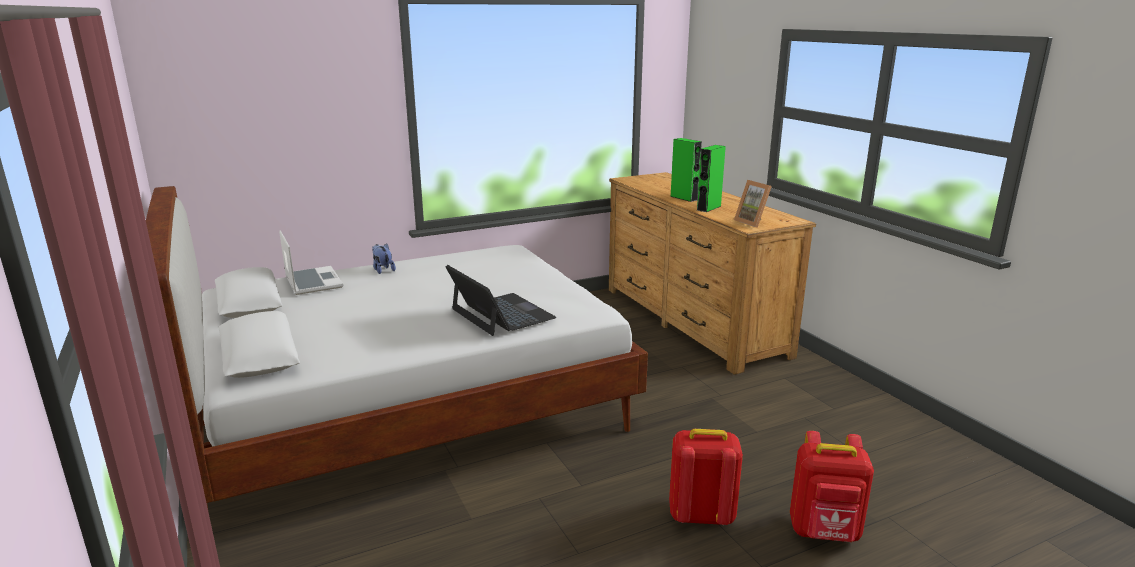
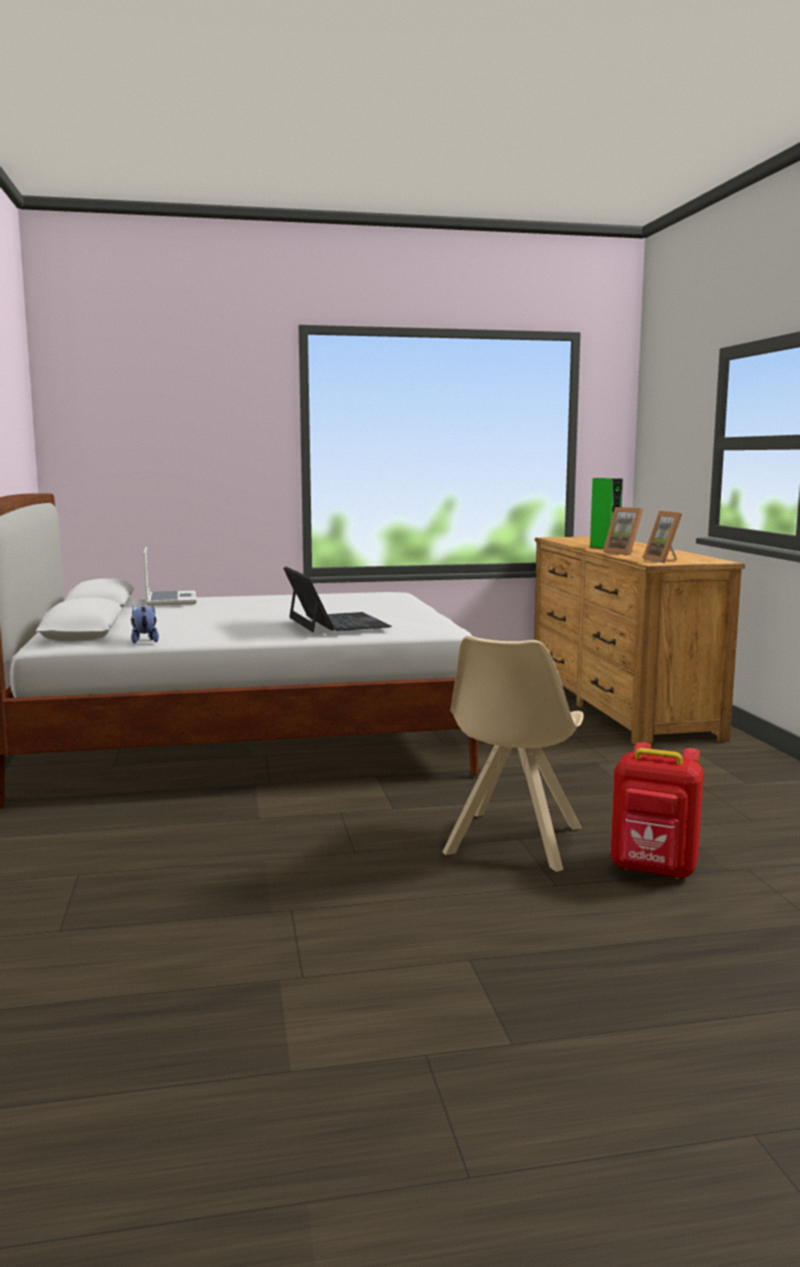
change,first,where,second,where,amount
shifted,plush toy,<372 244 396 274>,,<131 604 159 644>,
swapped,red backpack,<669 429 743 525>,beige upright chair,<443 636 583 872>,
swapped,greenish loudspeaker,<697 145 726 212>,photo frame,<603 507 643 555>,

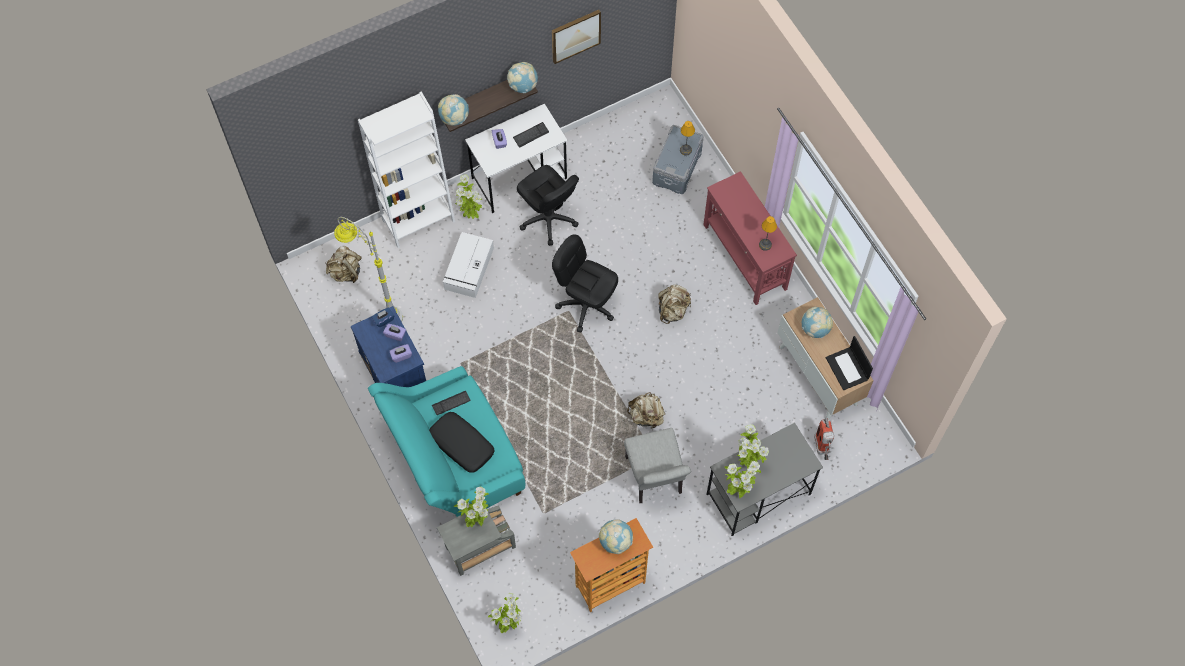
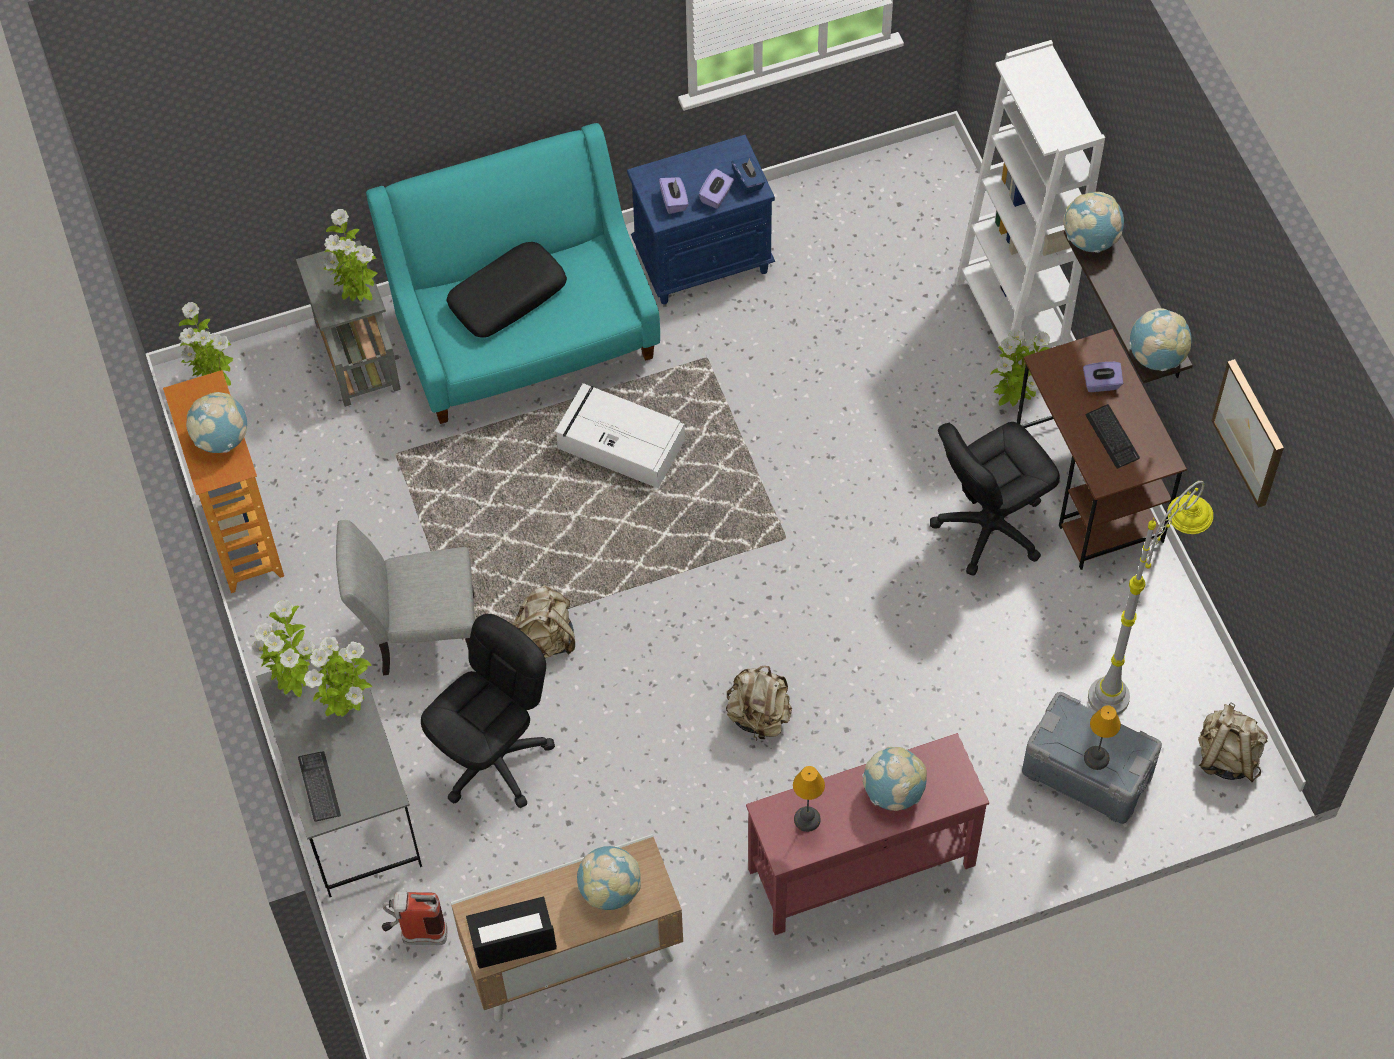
change,first,where,second,where,amount
new,,,desk globe,<862 747 927 811>,
shifted,beige backpack,<326 246 362 283>,,<1198 702 1268 782>,
shifted,grey floor lamp,<334 217 403 322>,,<1088 481 1213 715>,
shifted,PC keyboard,<432 391 471 415>,,<298 751 341 822>,
shifted,white-coloured storage box,<443 232 494 298>,,<555 383 685 488>,
shifted,black office chair,<552 235 618 332>,,<421 614 555 808>,
repainted,white-coloured desk unit,<465 104 568 213>,brown-coloured desk unit,<1017 329 1187 570>,

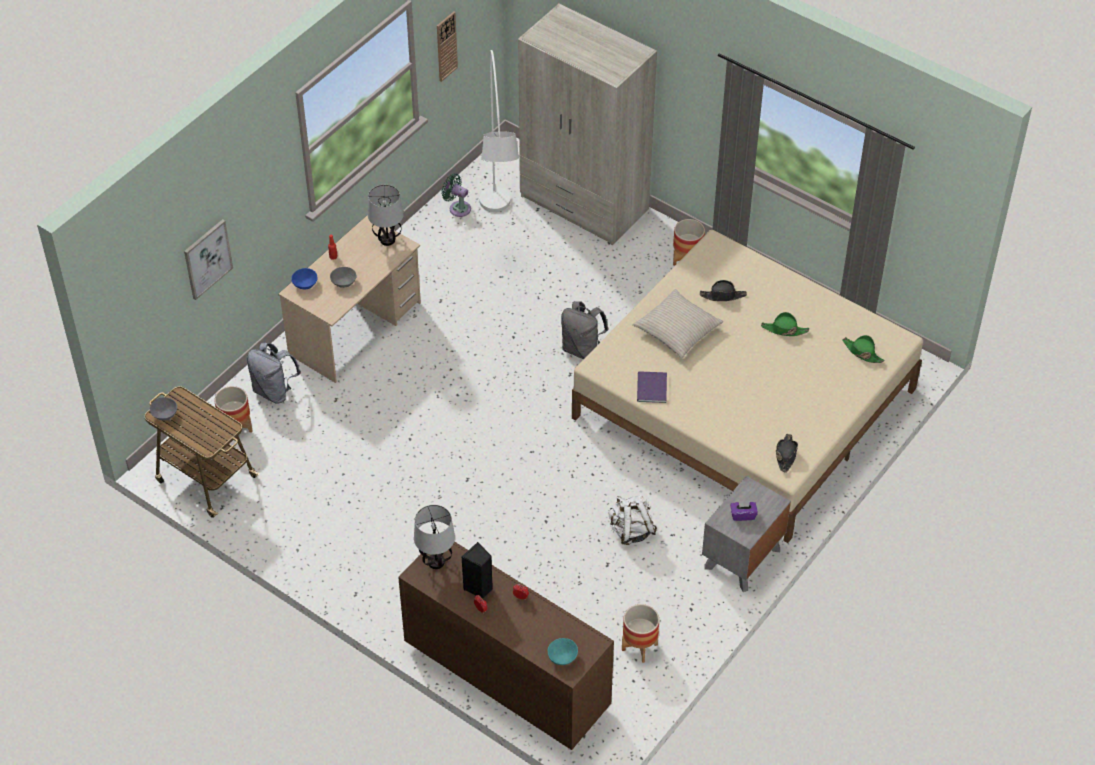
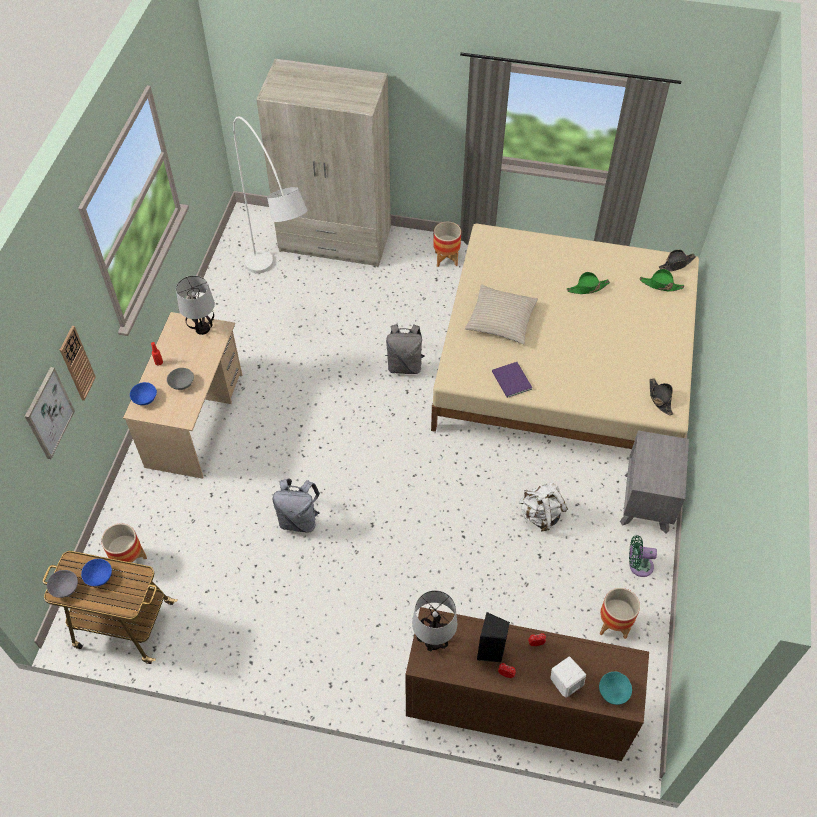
change,first,where,second,where,amount
gone,purple-coloured tissue box,<730 501 758 521>,,,
new,,,blue bowl,<81 559 112 586>,
new,,,white-coloured loudspeaker,<550 657 586 698>,
shifted,grey backpack,<247 343 301 403>,,<273 479 320 533>,
shifted,hanging clock,<437 12 458 82>,,<60 326 96 401>,
shifted,greenish electric fan,<441 174 471 217>,,<629 535 657 577>,
shifted,black hat,<700 280 747 301>,,<659 250 696 272>,

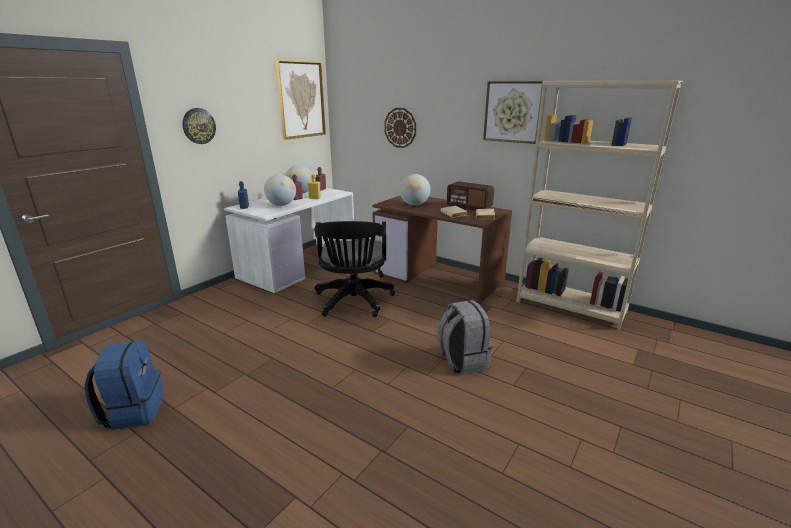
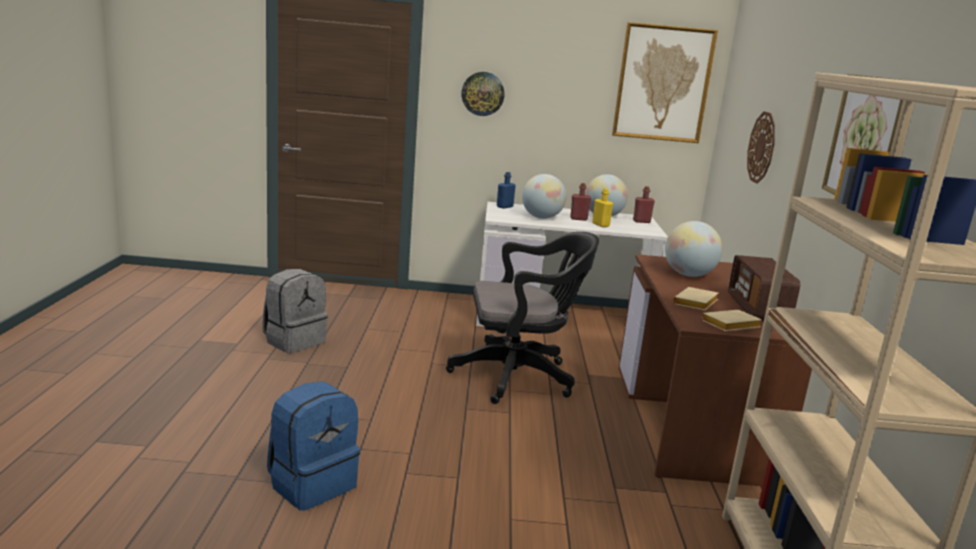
change,first,where,second,where,amount
shifted,blue backpack,<84 341 164 430>,,<267 381 360 511>,
shifted,grey backpack,<437 300 493 374>,,<262 269 328 353>,
rotated,black office chair,<314 221 395 317>,,<446 232 599 404>,150 degrees counterclockwise

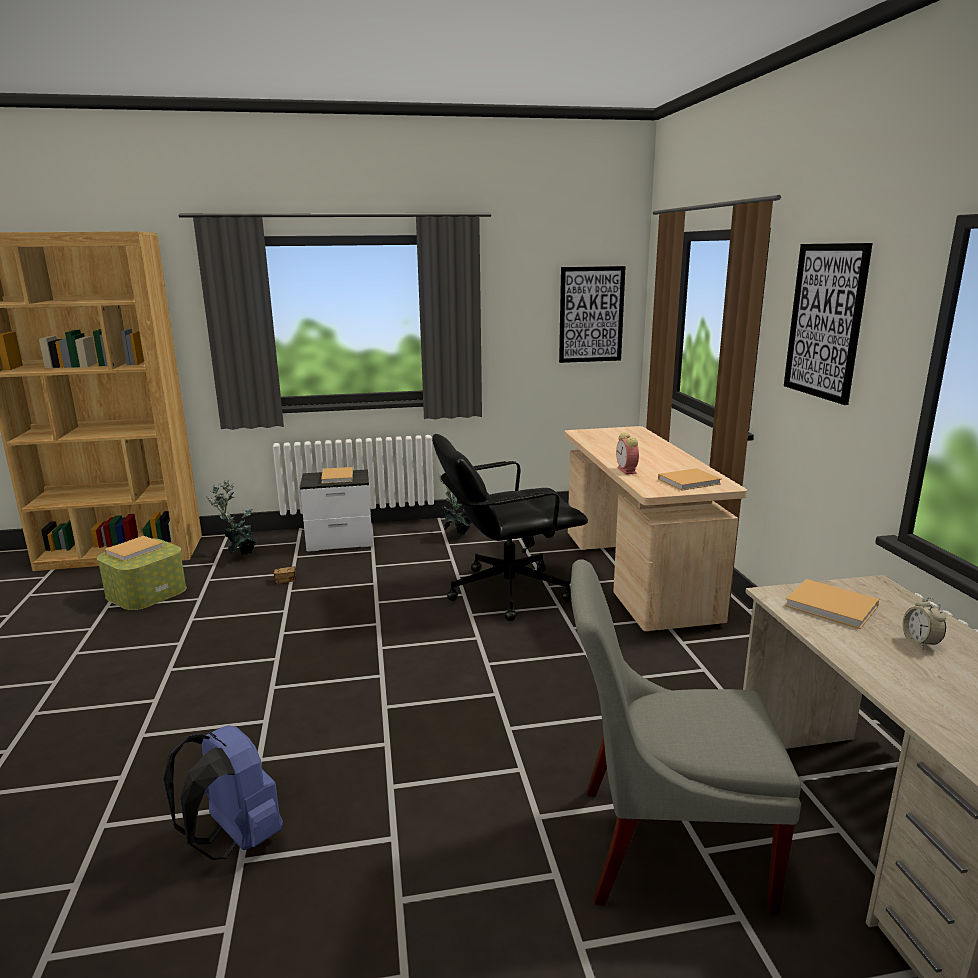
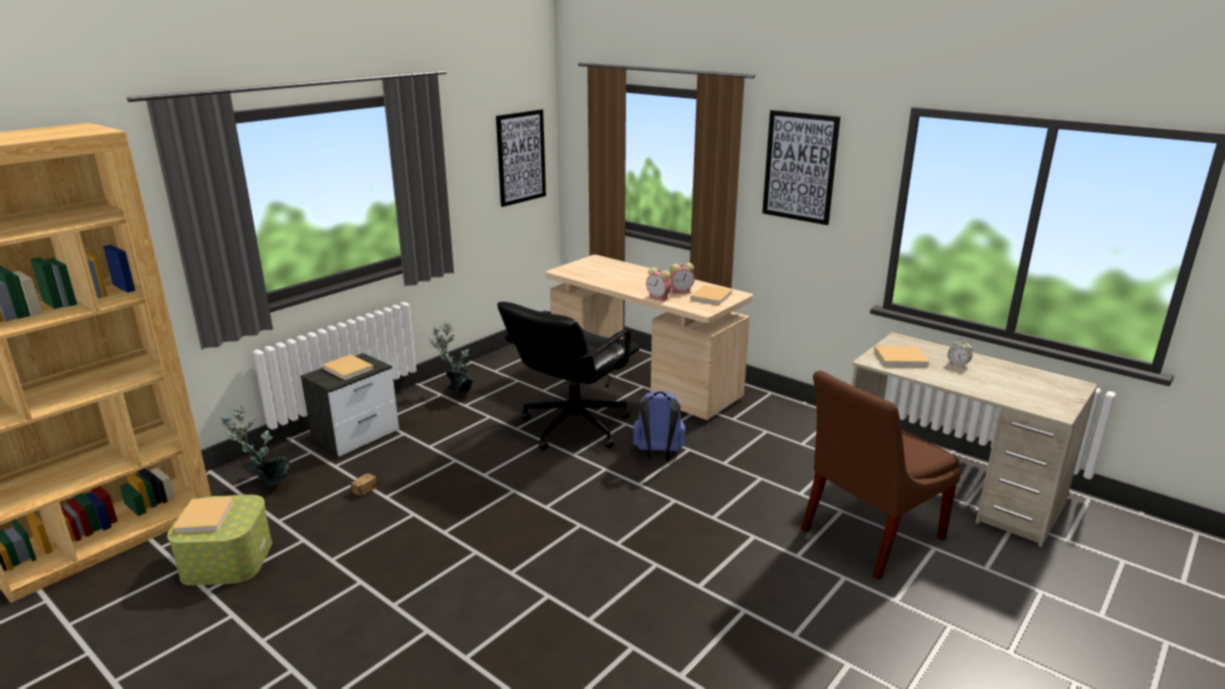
change,first,where,second,where,amount
new,,,bedside clock,<670 263 695 295>,
shifted,blue backpack,<163 725 283 860>,,<633 391 686 461>,
repainted,grey upright chair,<571 560 801 915>,brown-coloured upright chair,<801 371 961 580>,

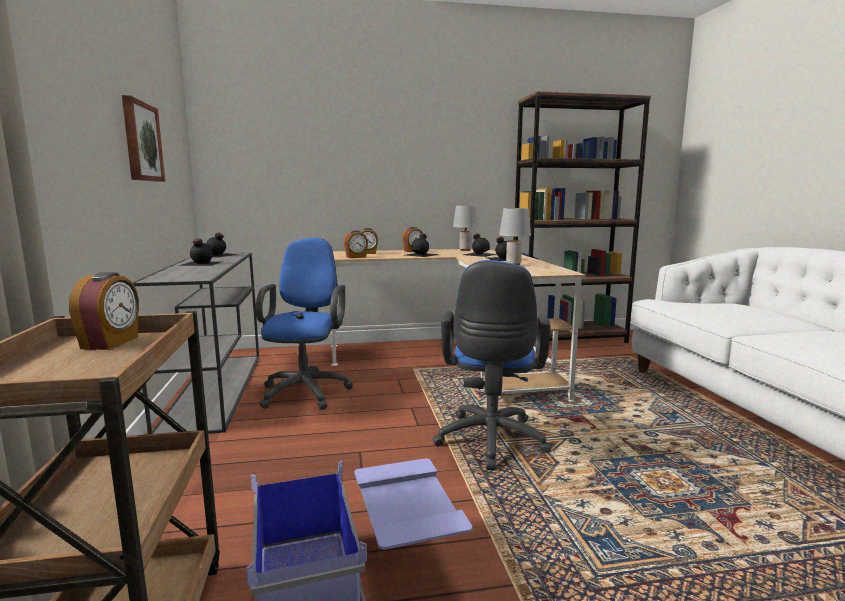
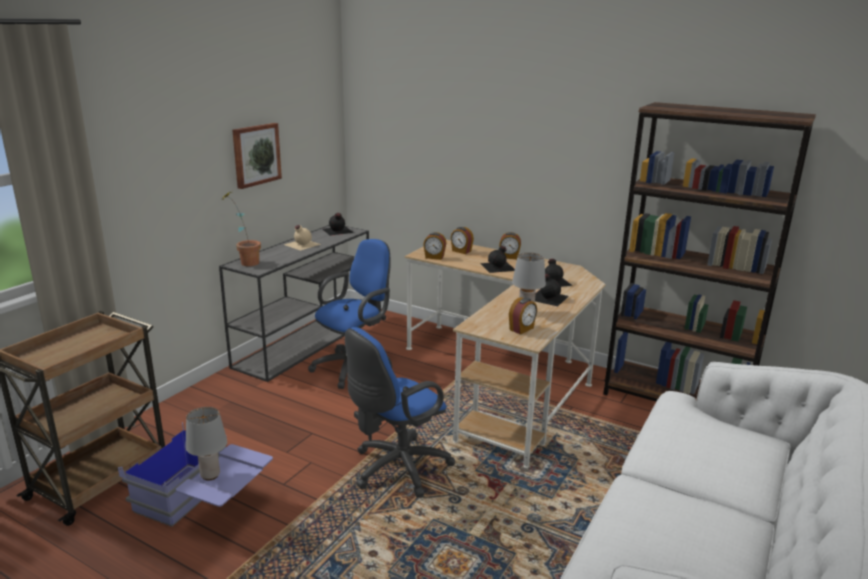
change,first,where,second,where,amount
new,,,potted plant,<220 190 261 266>,
shifted,bedside clock,<69 272 139 350>,,<509 297 537 335>,
shifted,grey table lamp,<453 205 478 251>,,<186 407 227 481>,
repainted,black bottle,<179 238 224 266>,beige bottle,<284 225 321 250>,

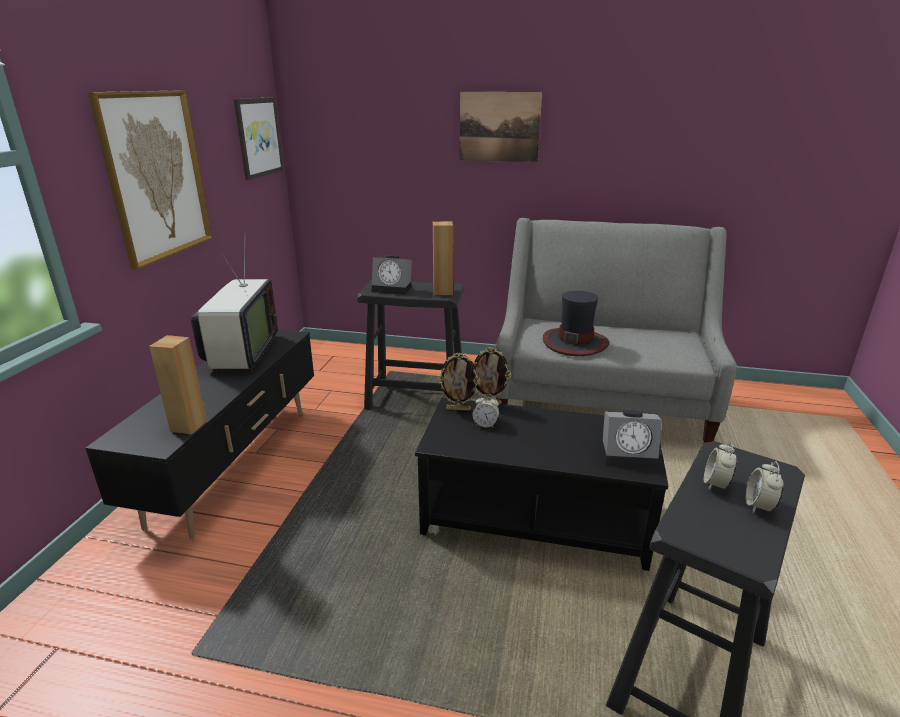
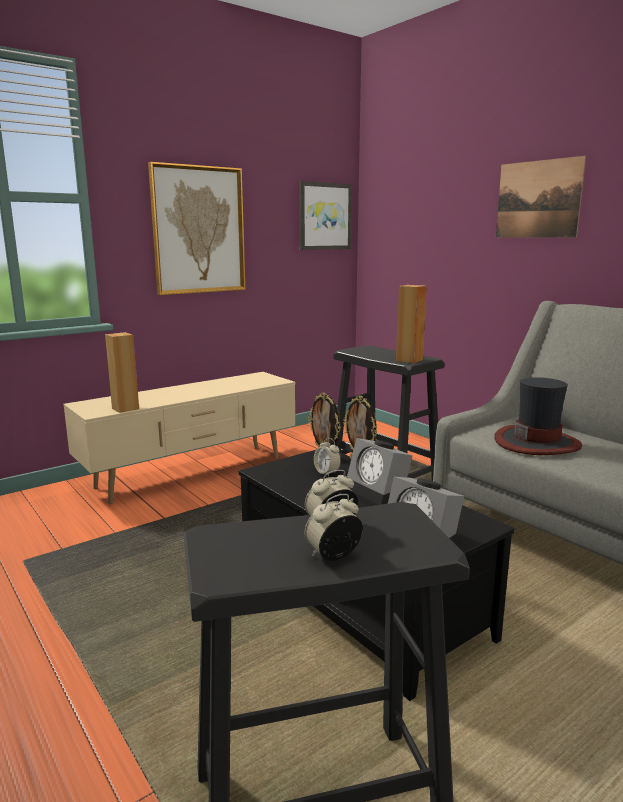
change,first,where,second,where,amount
gone,TV set,<191 247 278 372>,,,
shifted,bedside clock,<372 255 412 295>,,<348 438 413 505>,
repainted,black tv unit,<85 330 314 539>,beige tv unit,<64 372 295 504>,

